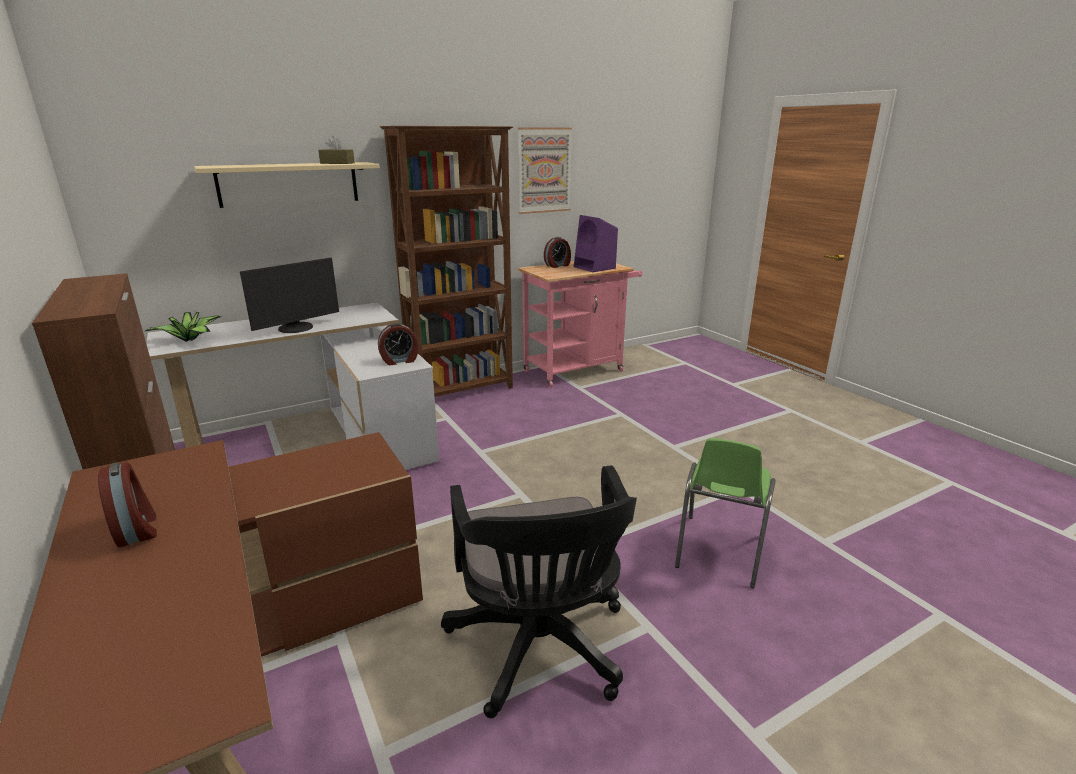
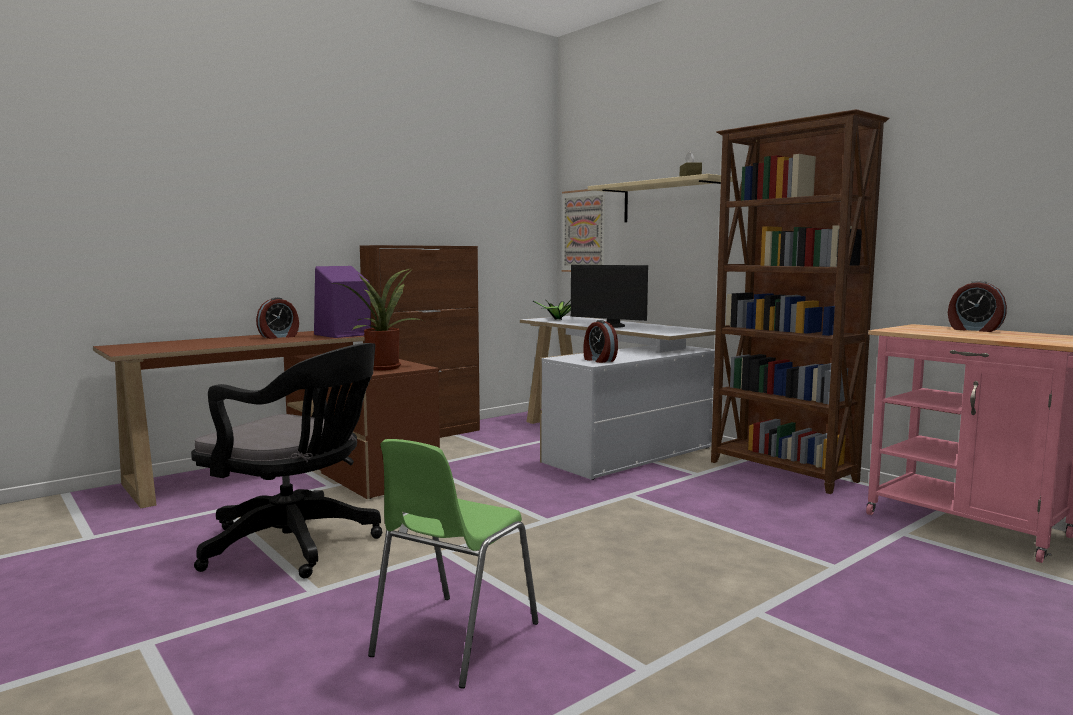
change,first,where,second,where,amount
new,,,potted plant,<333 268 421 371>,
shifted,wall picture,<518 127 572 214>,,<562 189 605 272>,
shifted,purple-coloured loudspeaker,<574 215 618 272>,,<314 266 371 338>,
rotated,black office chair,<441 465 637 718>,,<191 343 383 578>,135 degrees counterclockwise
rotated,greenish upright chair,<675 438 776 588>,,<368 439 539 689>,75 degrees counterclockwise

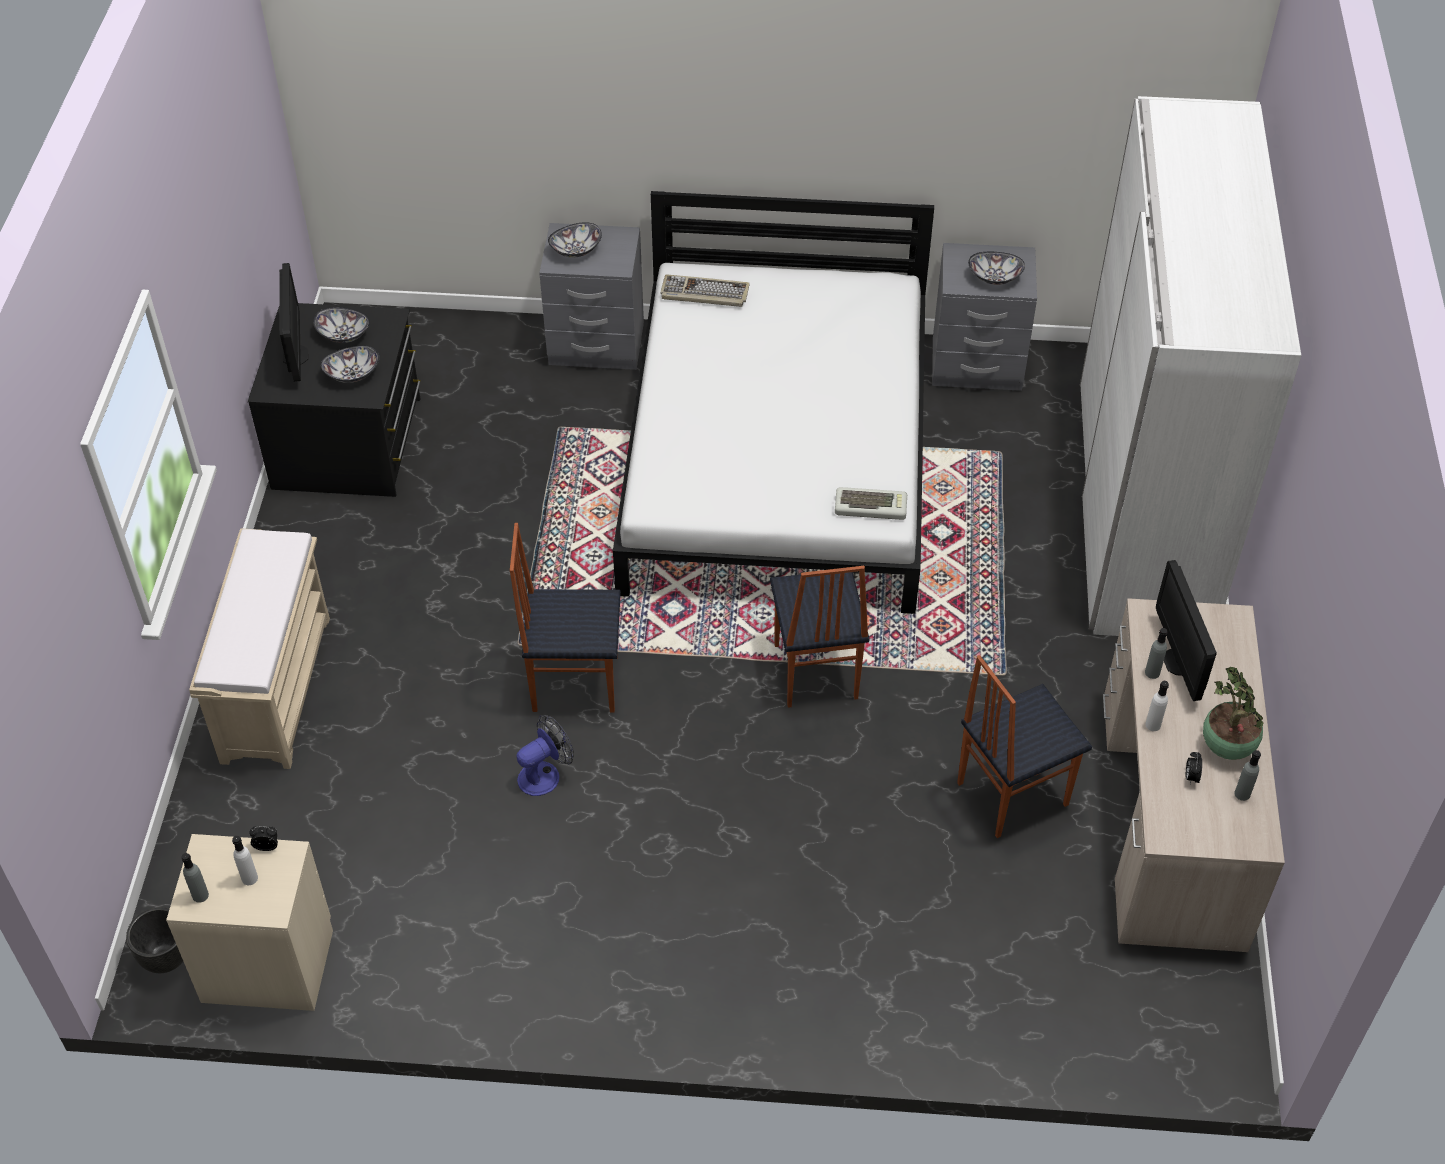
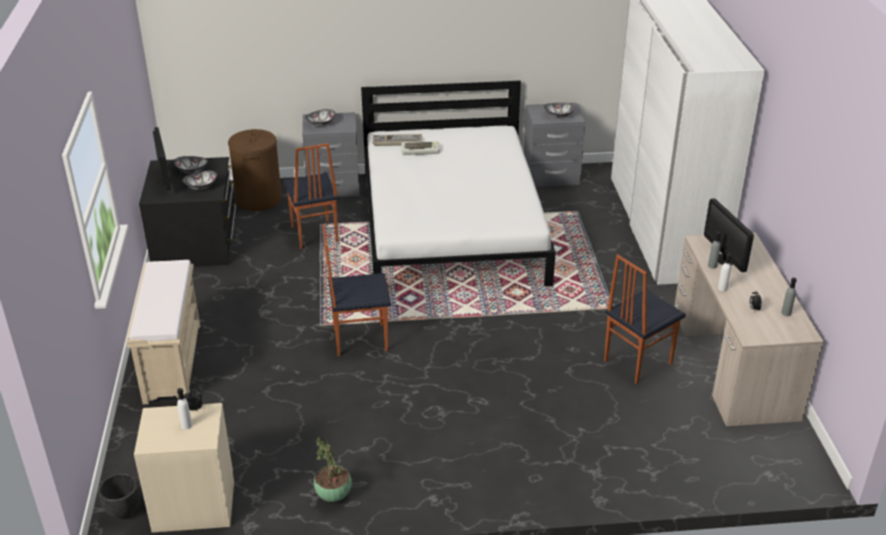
change,first,where,second,where,amount
gone,grey bottle,<181 853 209 903>,,,
gone,electric fan,<516 715 574 796>,,,
new,,,brown-coloured hamper,<228 129 282 211>,
shifted,upright chair,<770 566 870 708>,,<284 143 339 249>,
shifted,PC keyboard,<835 487 907 520>,,<401 141 440 155>,
shifted,potted plant,<1203 667 1263 760>,,<314 438 352 502>,

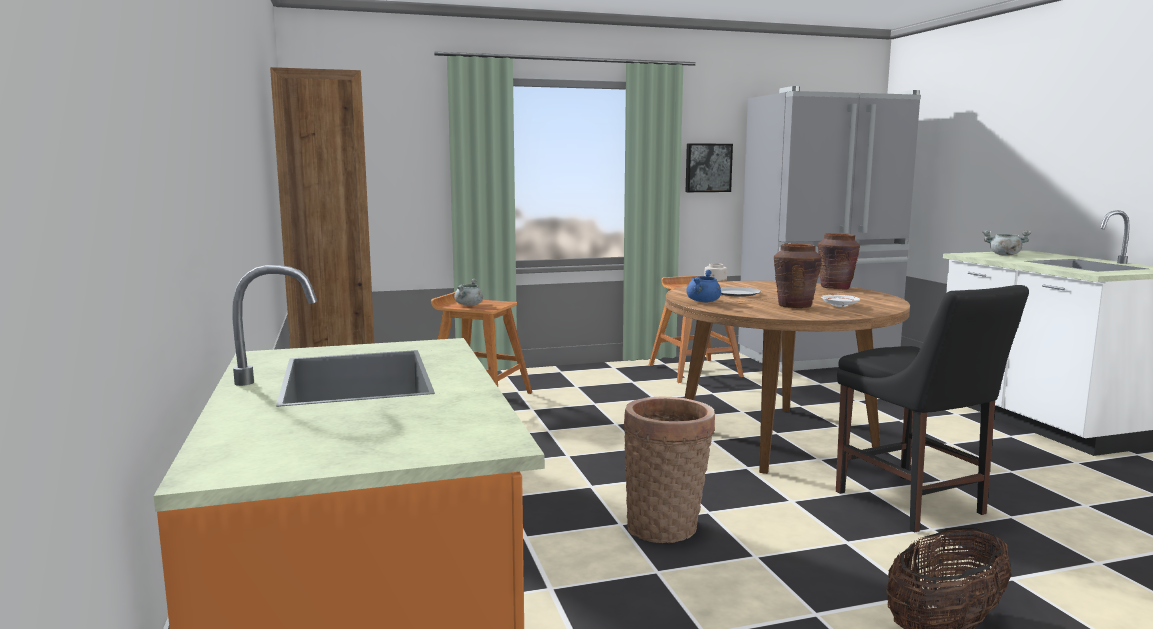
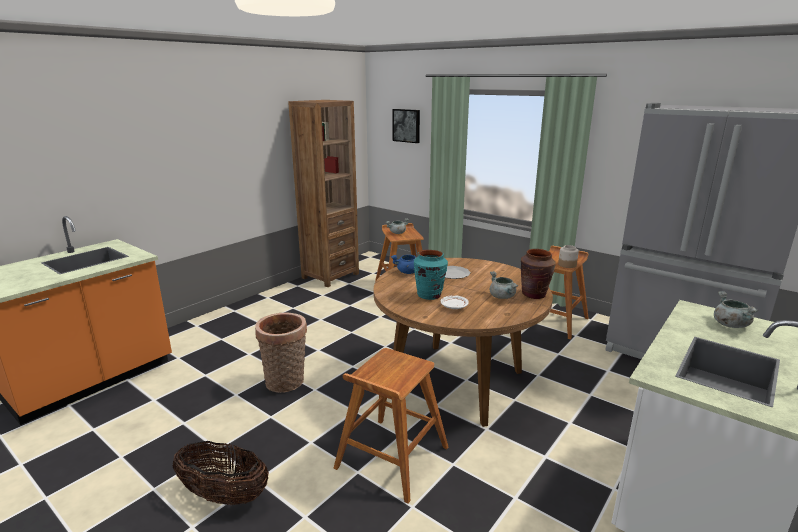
change,first,where,second,where,amount
new,,,grey stockpot,<490 271 518 299>,
shifted,wall picture,<686 143 733 192>,,<392 109 420 143>,
swapped,black upright chair,<836 285 1029 533>,brown-coloured stool seat,<334 348 448 503>,
repainted,brown-coloured vase,<774 244 822 308>,turquoise vase,<414 250 448 300>,

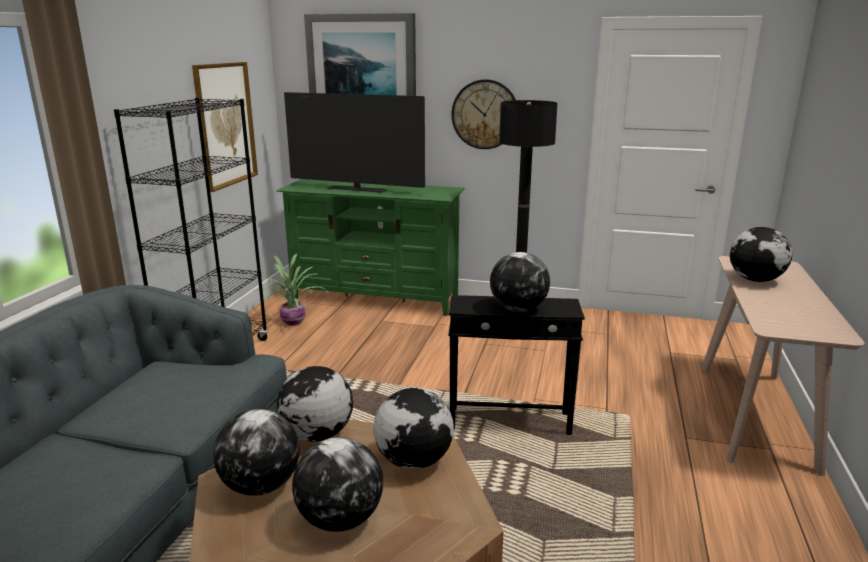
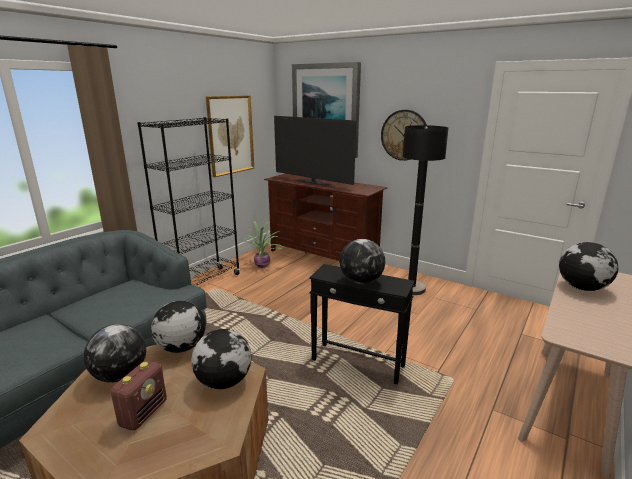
change,first,where,second,where,amount
swapped,desk globe,<292 437 383 532>,radio set,<111 360 167 431>,
repainted,greenish tv unit,<276 179 465 316>,brown-coloured tv unit,<264 174 387 263>,

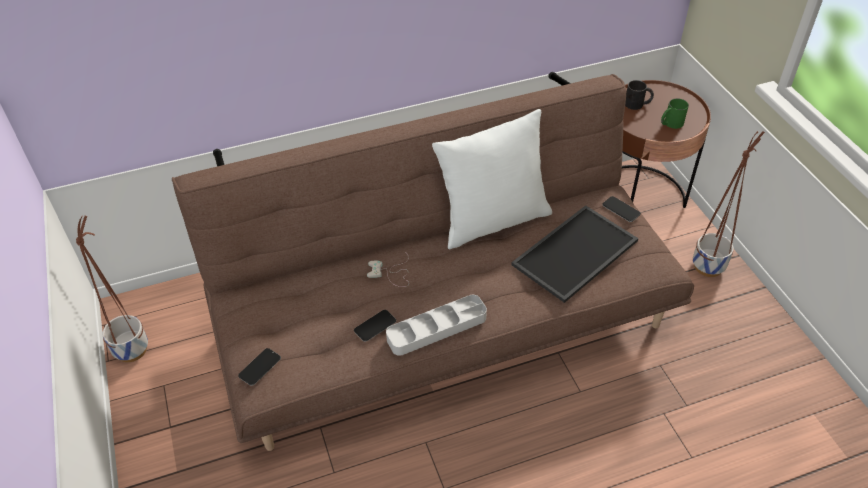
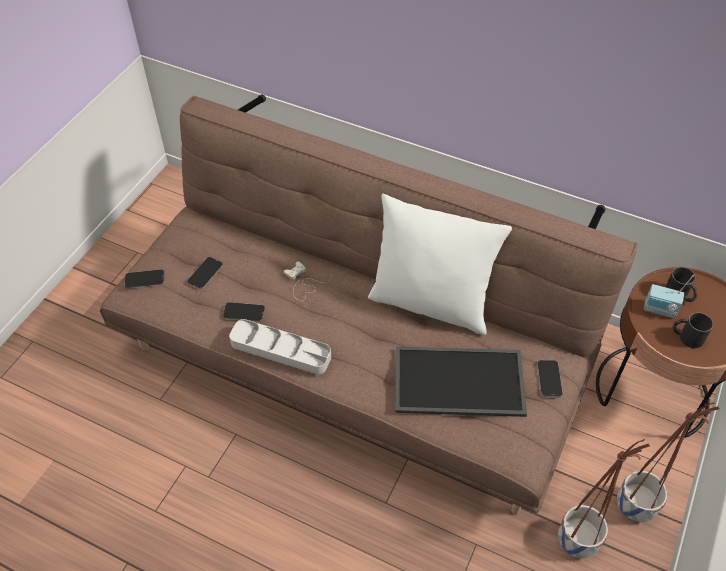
change,first,where,second,where,amount
new,,,phone,<187 257 223 289>,
new,,,radio set,<644 275 694 319>,
shifted,flower pot,<76 216 148 362>,,<558 439 650 558>,
repainted,greenish coffee mug,<661 98 689 129>,black coffee mug,<673 312 713 348>,

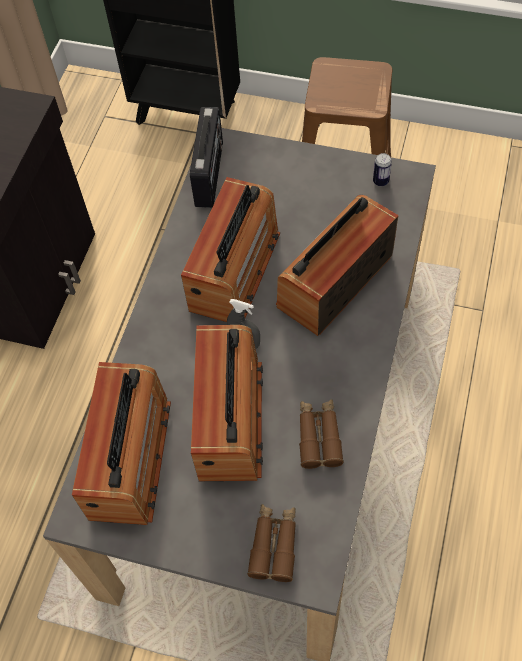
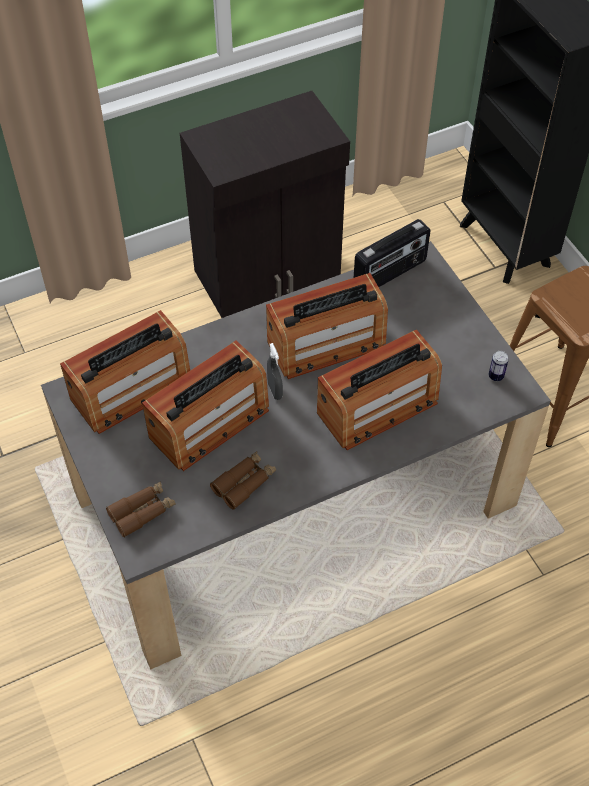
change,first,where,second,where,amount
rotated,radio set,<276 195 398 336>,,<317 329 442 450>,150 degrees clockwise

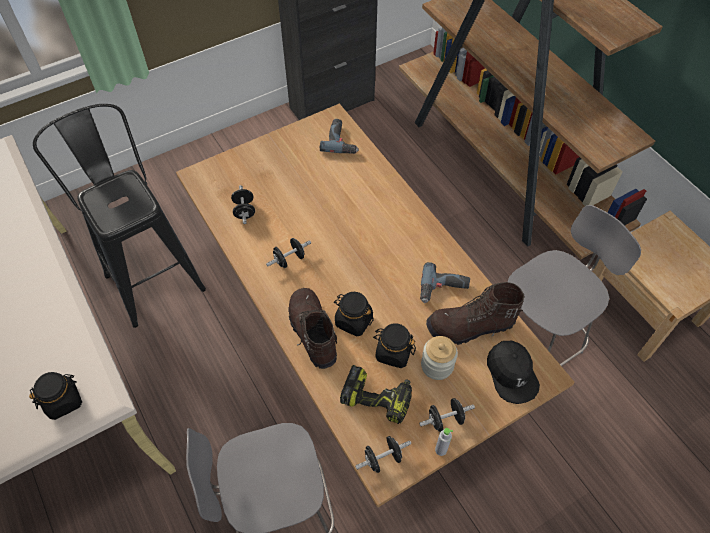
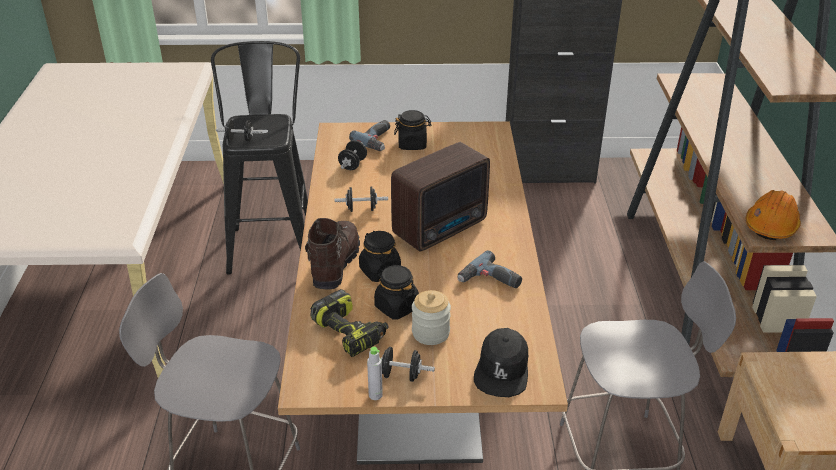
change,first,where,second,where,amount
gone,brown-coloured high-top boot,<426 282 525 345>,,,
new,,,radio set,<391 142 490 251>,
new,,,orange-coloured work helmet,<746 190 801 240>,
shifted,black jar,<29 372 82 420>,,<394 110 431 150>,
shifted,drill,<320 119 359 154>,,<349 120 390 151>,
shifted,black dumbbell,<355 436 411 473>,,<216 120 262 142>,

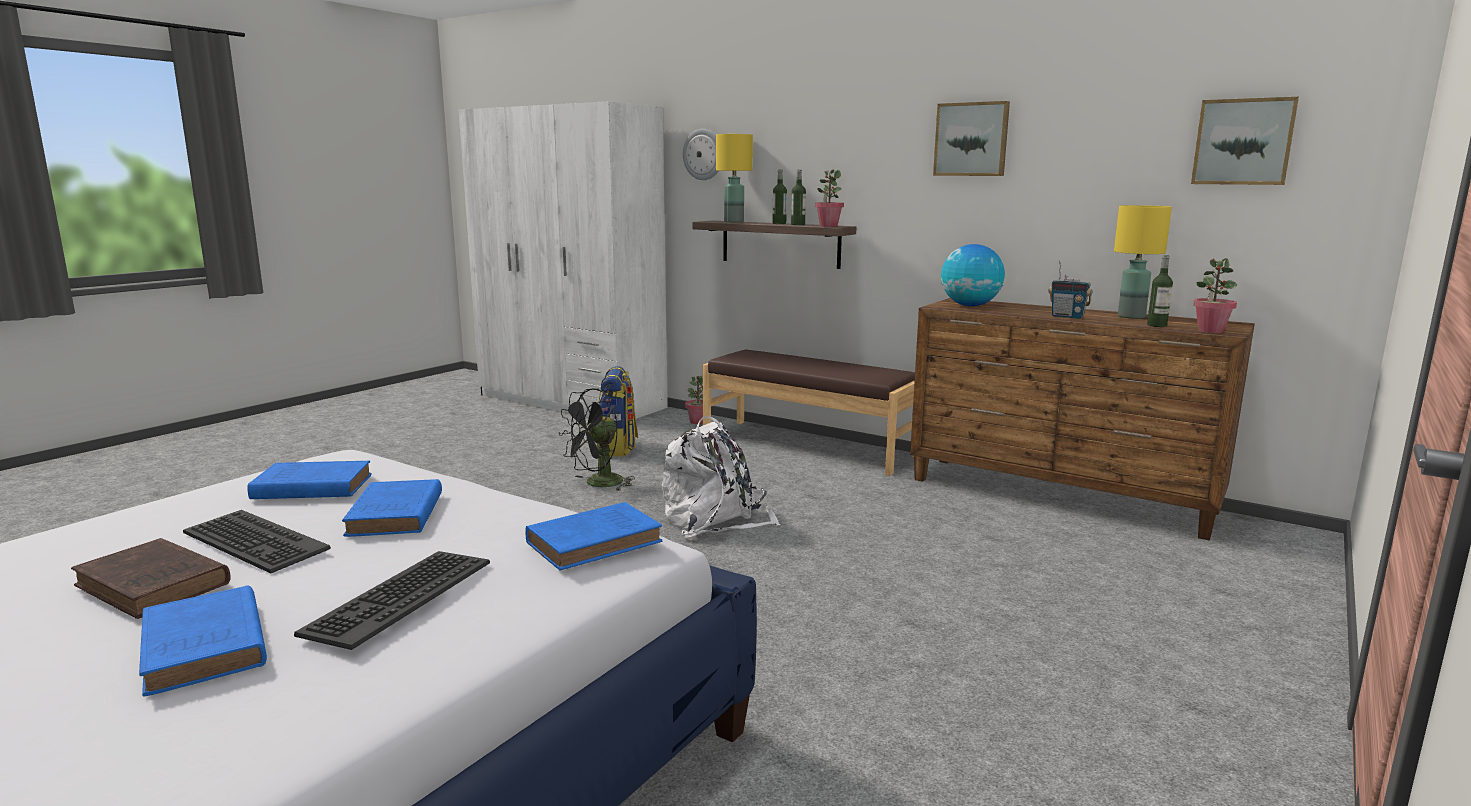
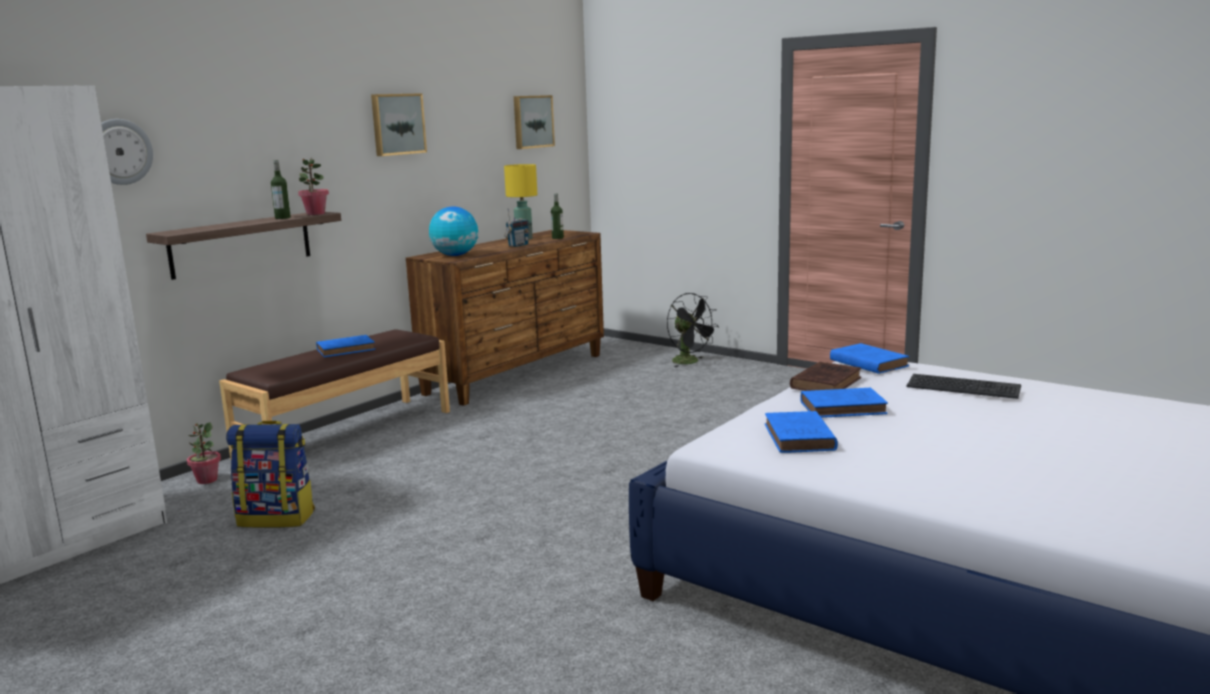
change,first,where,second,where,amount
gone,PC keyboard,<183 510 331 573>,,,
gone,white-coloured backpack,<661 416 780 538>,,,
gone,yellow-coloured table lamp,<716 134 753 222>,,,
gone,bottle,<772 169 787 224>,,,
gone,potted plant,<1193 258 1238 333>,,,
shifted,brown-coloured book,<71 538 231 619>,,<790 361 861 391>,
shifted,blue book,<139 585 267 696>,,<316 335 375 357>,
shifted,black electric fan,<559 388 635 491>,,<667 293 719 367>,

